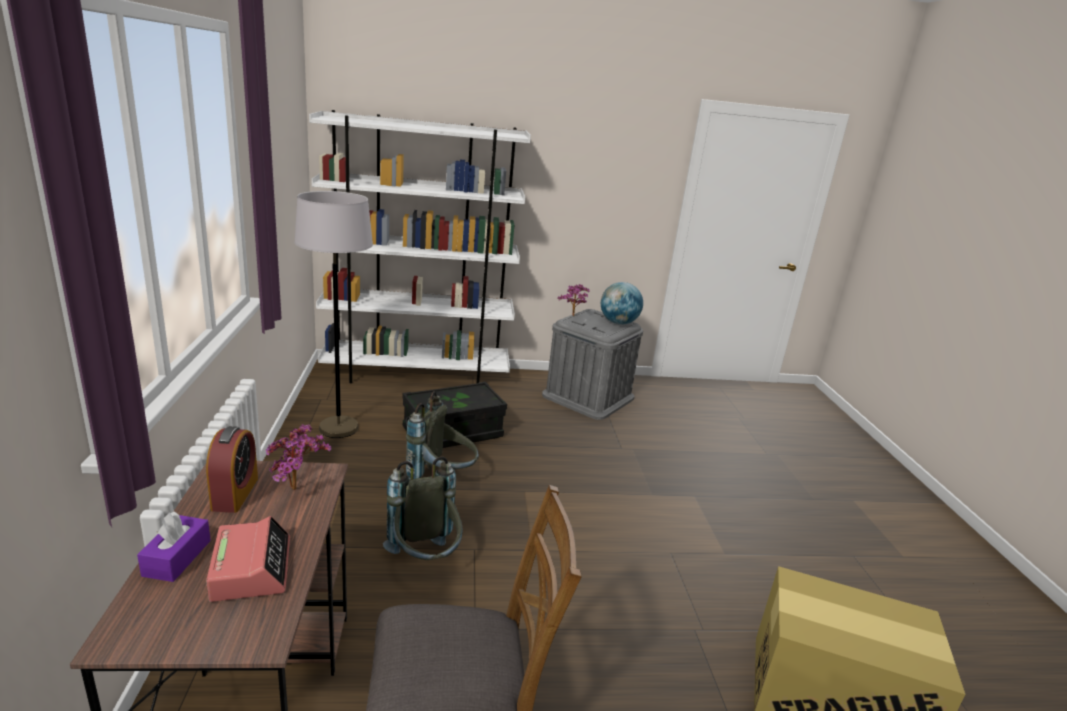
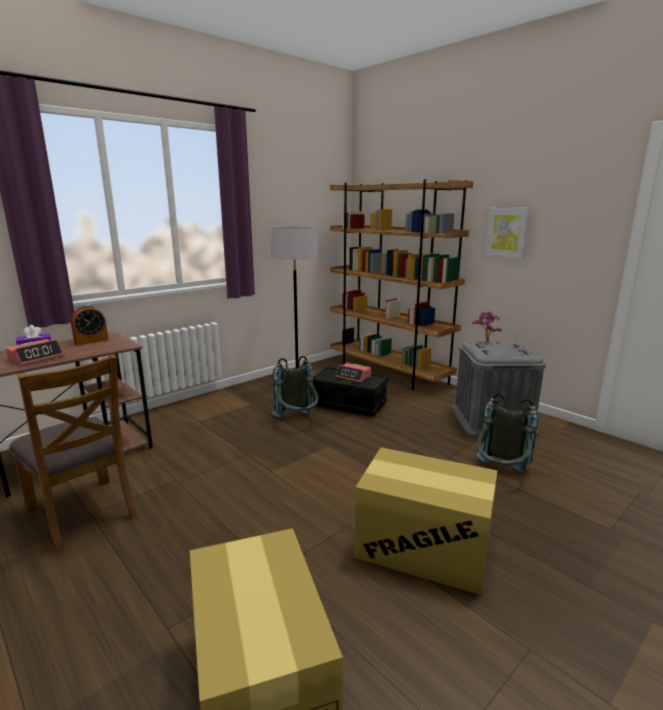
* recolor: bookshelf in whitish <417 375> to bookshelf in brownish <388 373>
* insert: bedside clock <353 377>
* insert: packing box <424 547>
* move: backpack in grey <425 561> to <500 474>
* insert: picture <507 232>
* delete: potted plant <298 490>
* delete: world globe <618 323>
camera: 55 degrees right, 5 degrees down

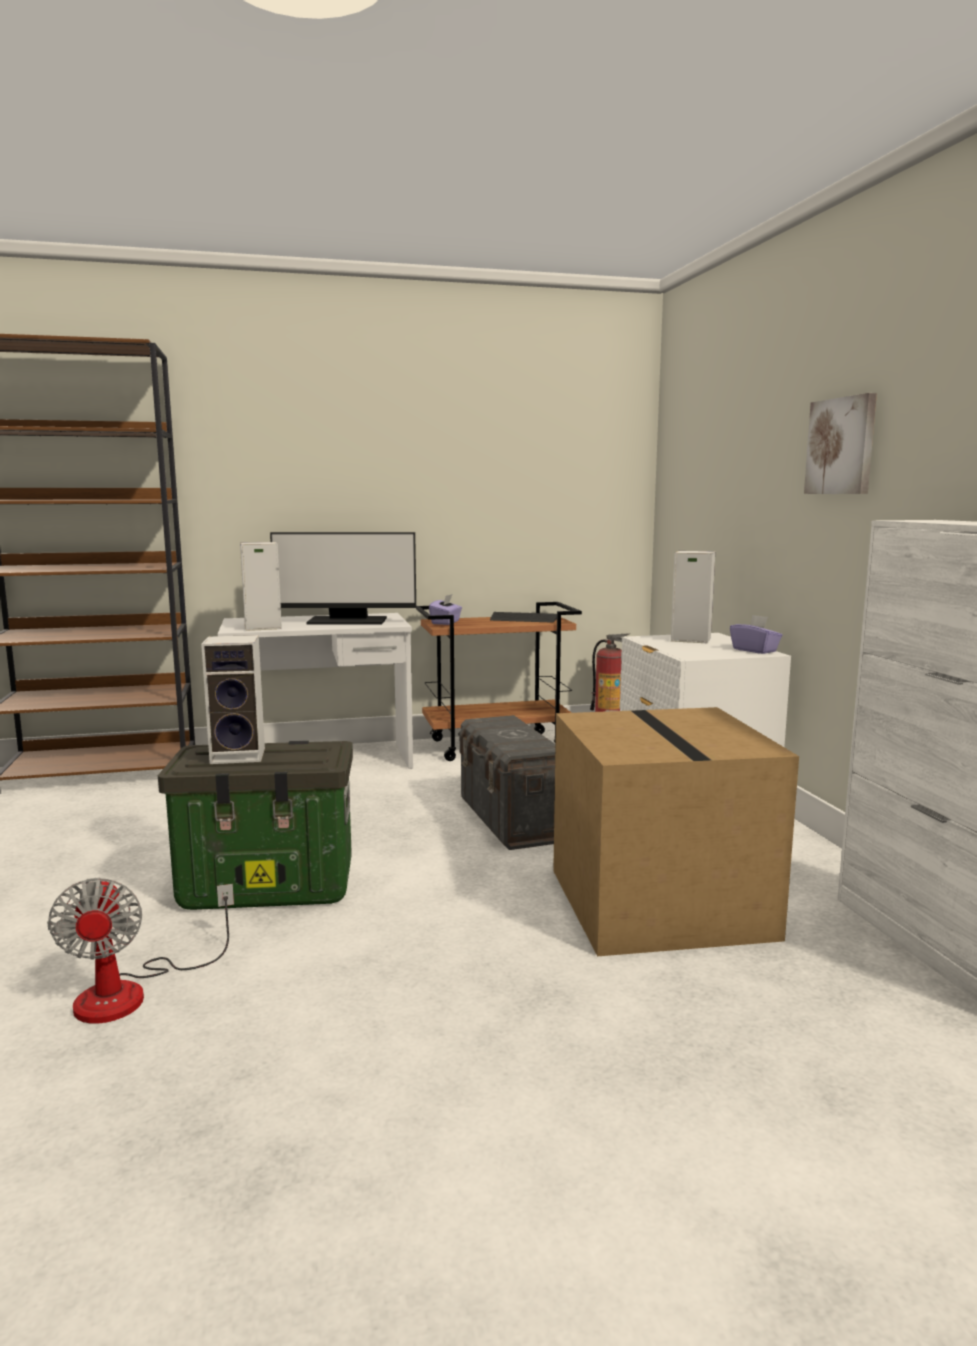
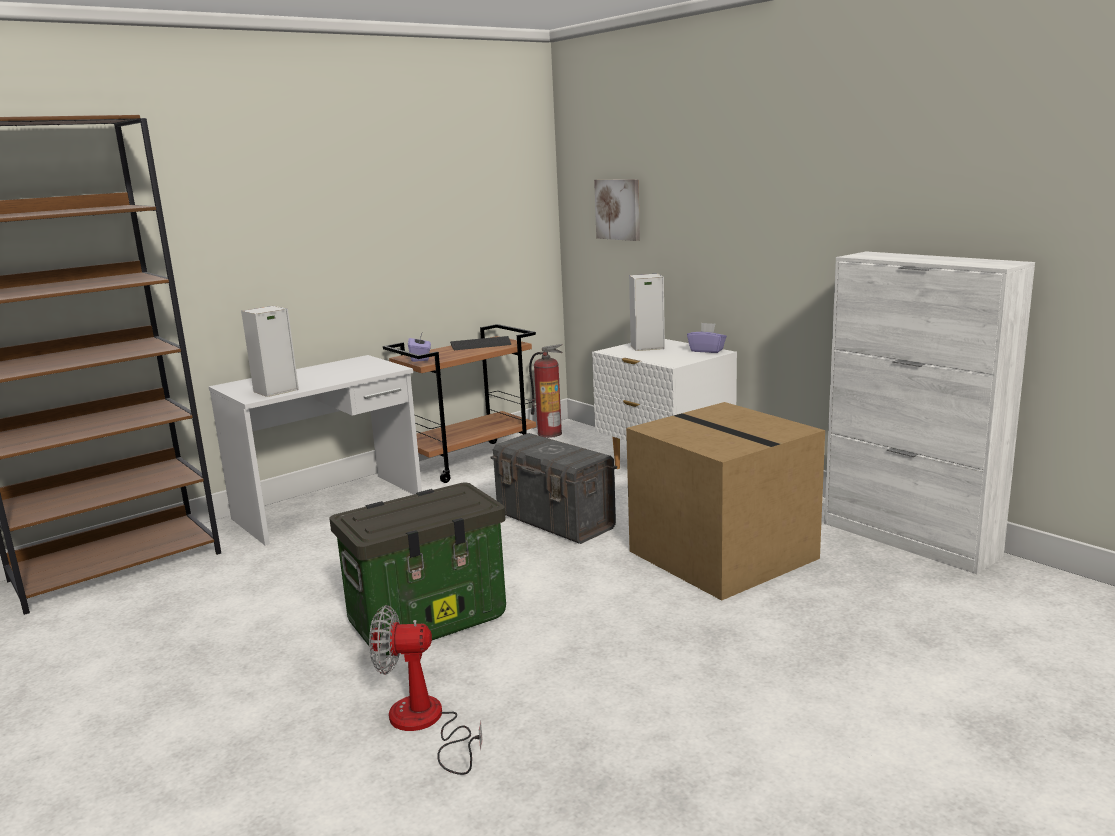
* rotate: cooling fan <132 991> = <425 724> 135 degrees clockwise
* move: picture <841 446> to <618 209>
* delete: audio speaker <240 755>
* delete: computer display <347 621>
camera: 25 degrees left, 5 degrees up

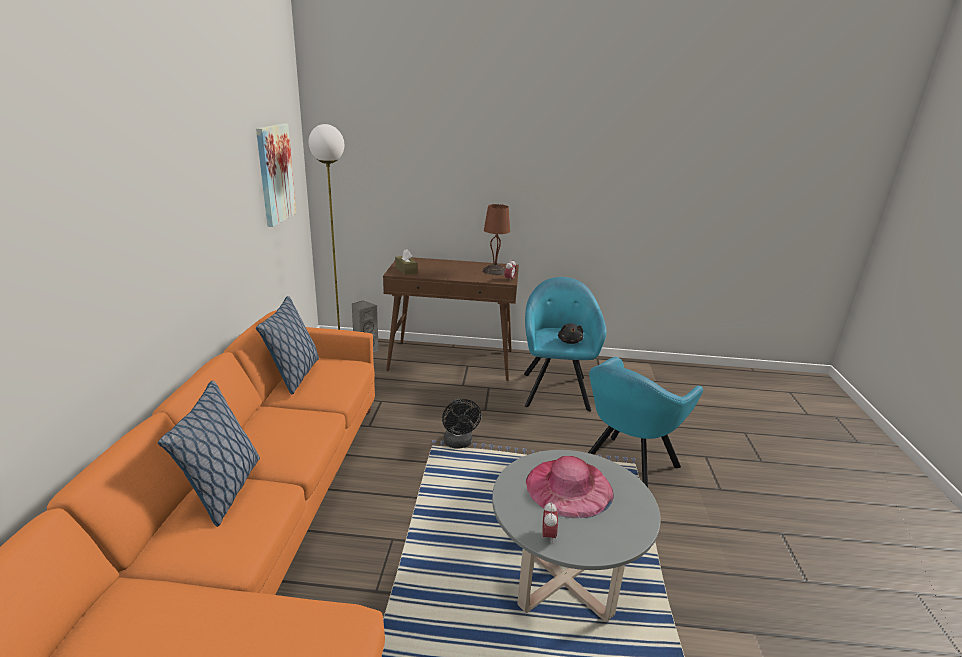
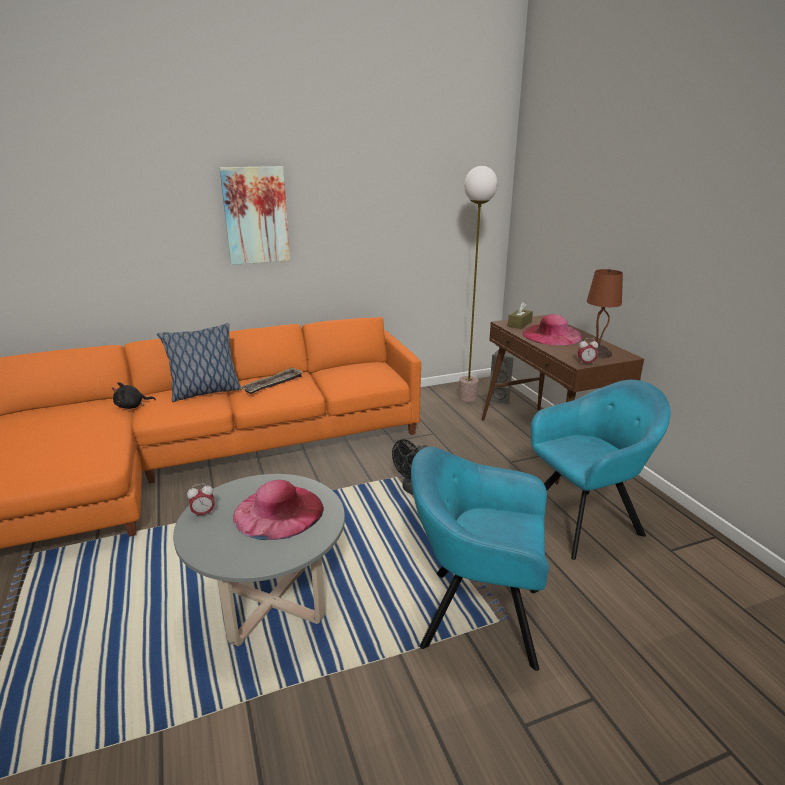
* move: plush toy in black-coloured <570 341> to <132 406>
* move: picture <275 174> to <256 215>
* insert: tray <273 384>
* insert: clothing hat in pinkish <552 335>
* delete: cushion <294 375>
camera: 65 degrees right, 0 degrees up

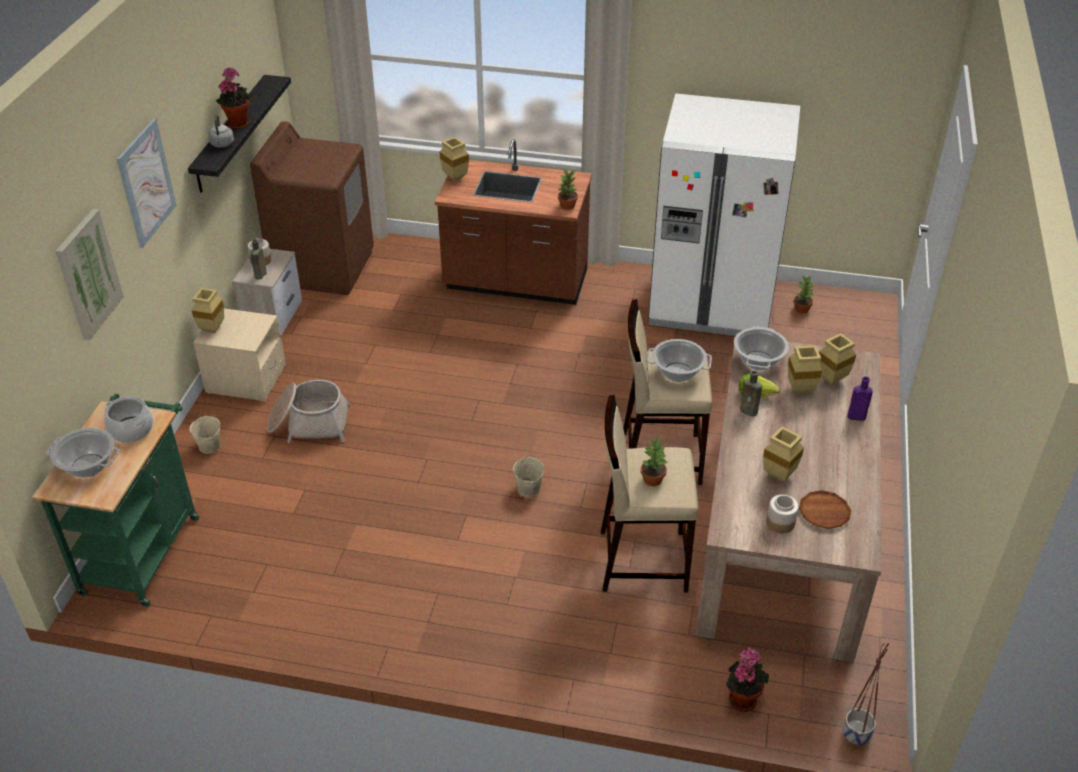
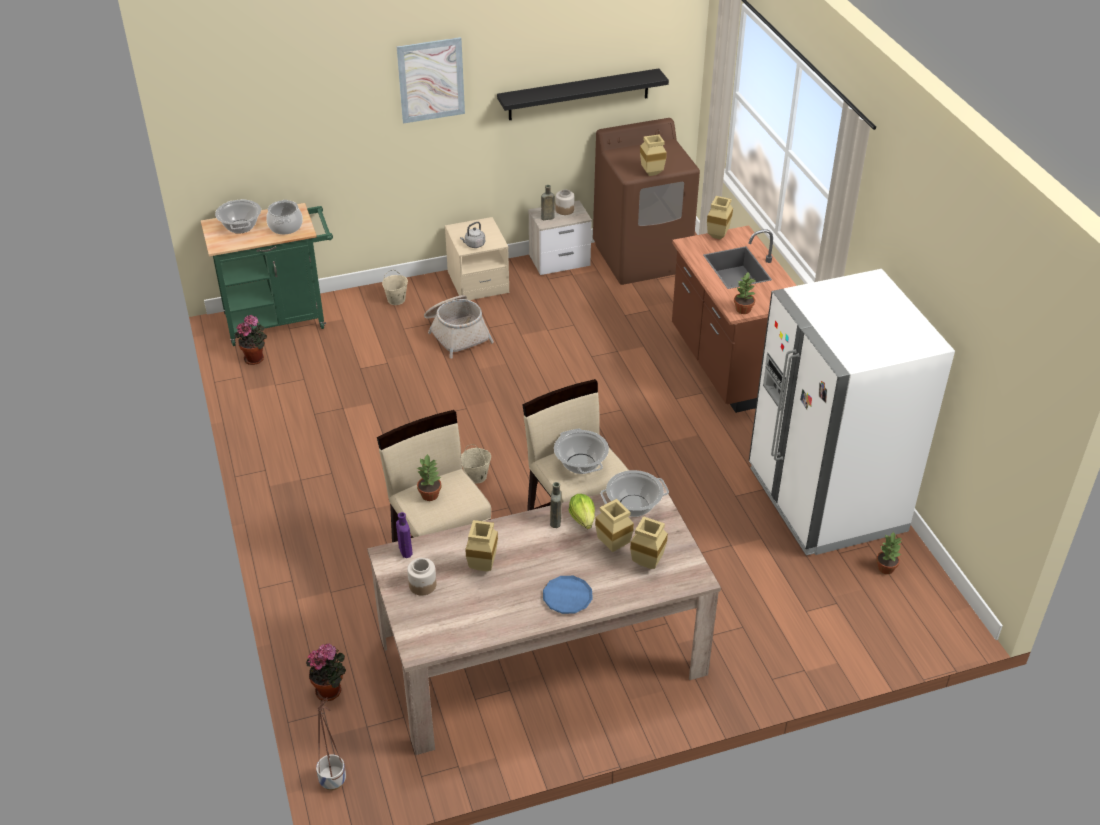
* move: potted plant <238 123> to <255 358>
* move: bottle in purple-coloured <855 416> to <405 550>
* move: kettle in grey <222 144> to <474 245>
* insert: plate in blue <567 597>
* move: flower vase in sand-coloured <212 328> to <652 173>
* delete: picture <88 274>
* delete: plate in brownish <824 512>
camera: 60 degrees right, 0 degrees up

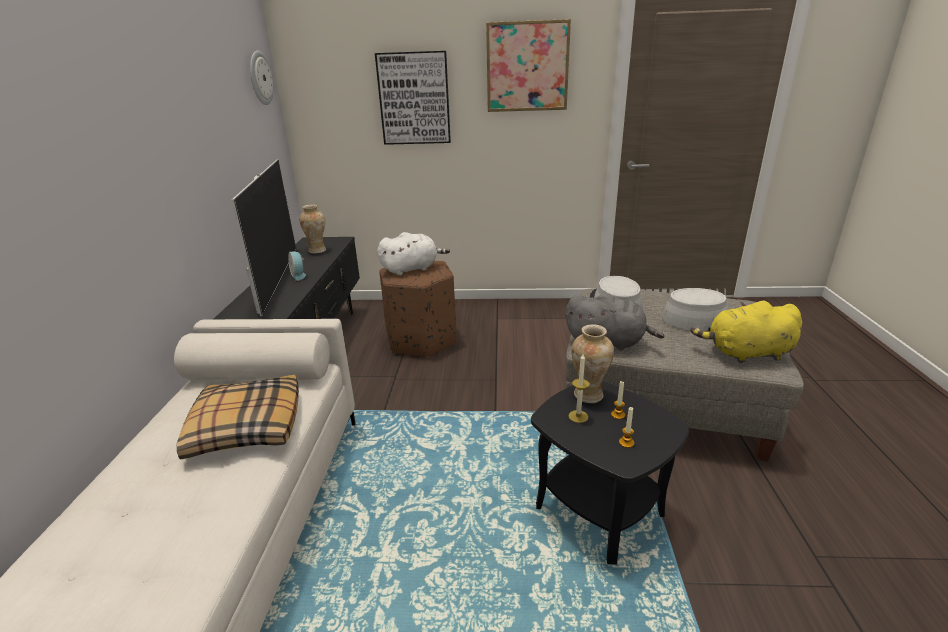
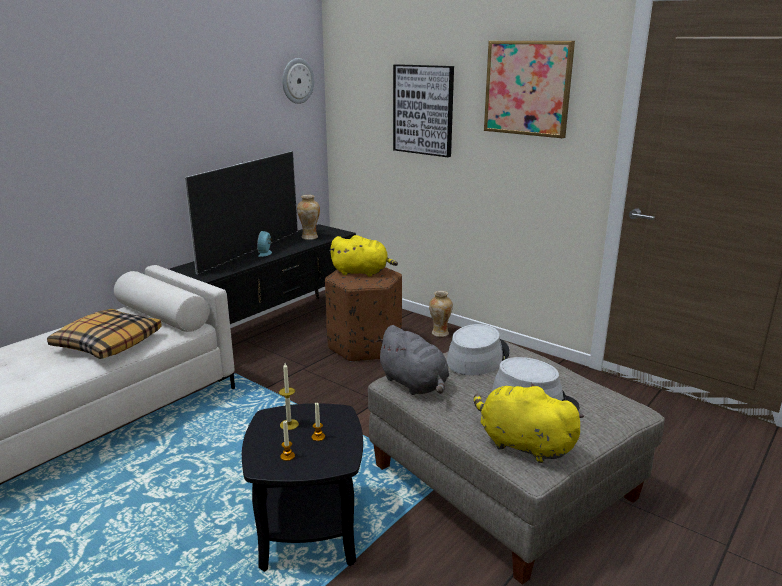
* recolor: plush toy in whitish <412 269> to plush toy in yellowish <362 272>
* move: flower vase <588 395> to <439 333>
camera: 35 degrees right, 5 degrees down

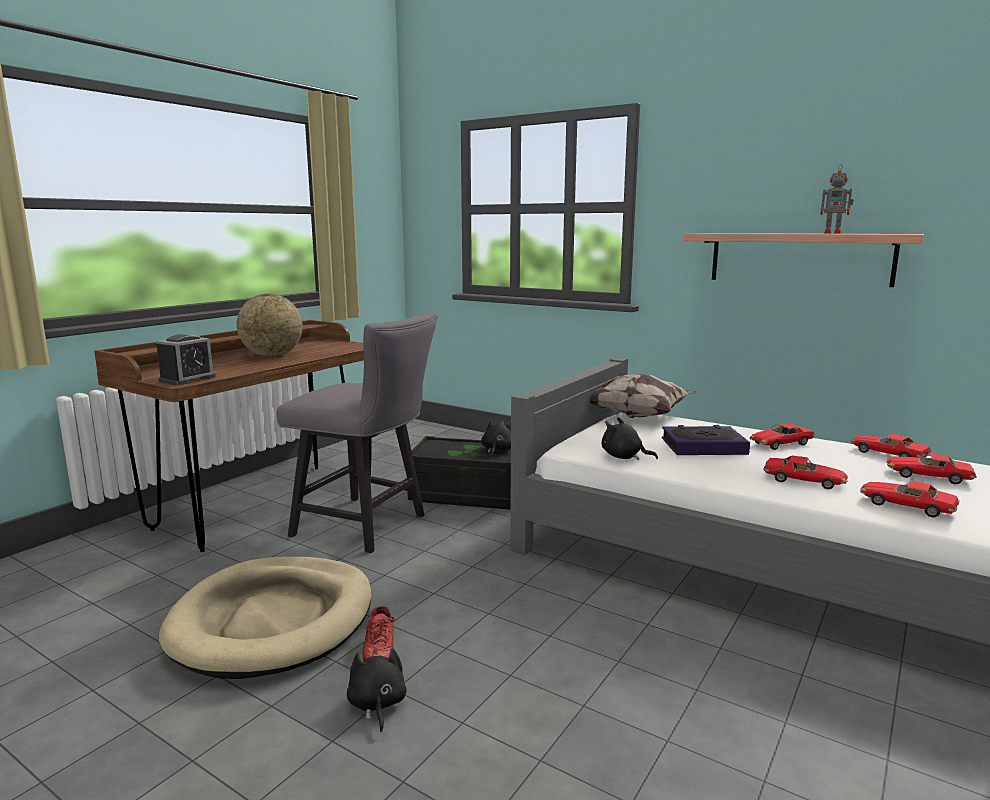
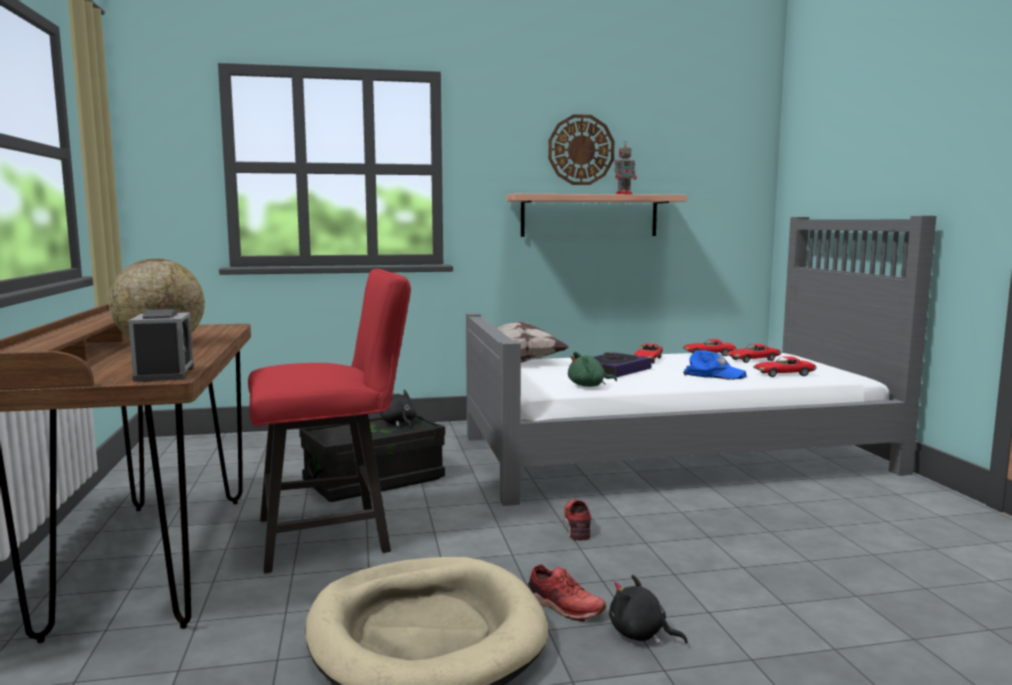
* recolor: chair in grey <368 526> to chair in red <335 535>
* insert: hanging clock <581 150>
* insert: item of footwear in red <578 526>
* recolor: plush toy in black-coloured <624 457> to plush toy in green <589 386>
* replace: model car <804 481> to baseball cap in blue <714 374>
camera: 45 degrees left, 5 degrees down

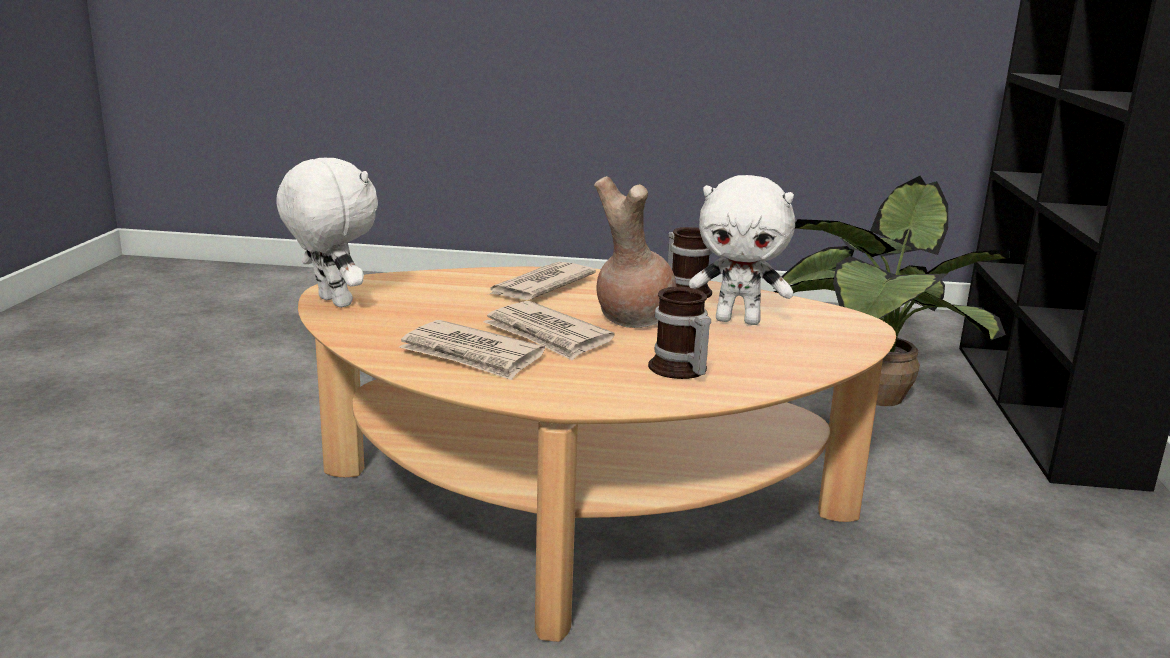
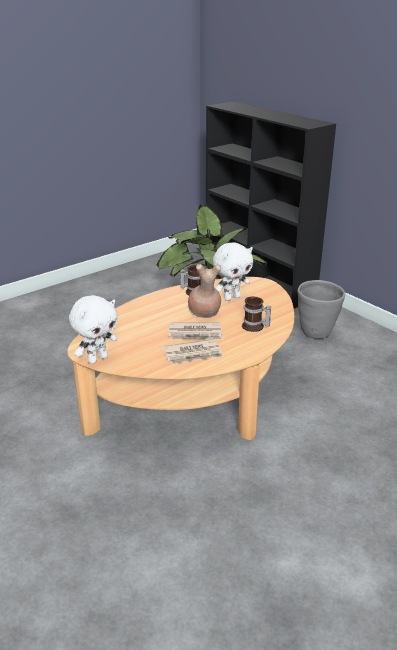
* rotate: plush toy in whitish <332 302> = <97 359> 135 degrees clockwise
* insert: planter in grey <316 333>
* delete: daily paper <539 286>
camera: 45 degrees left, 10 degrees up

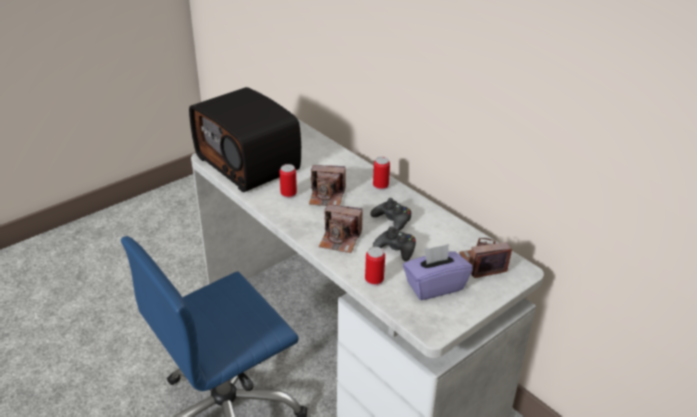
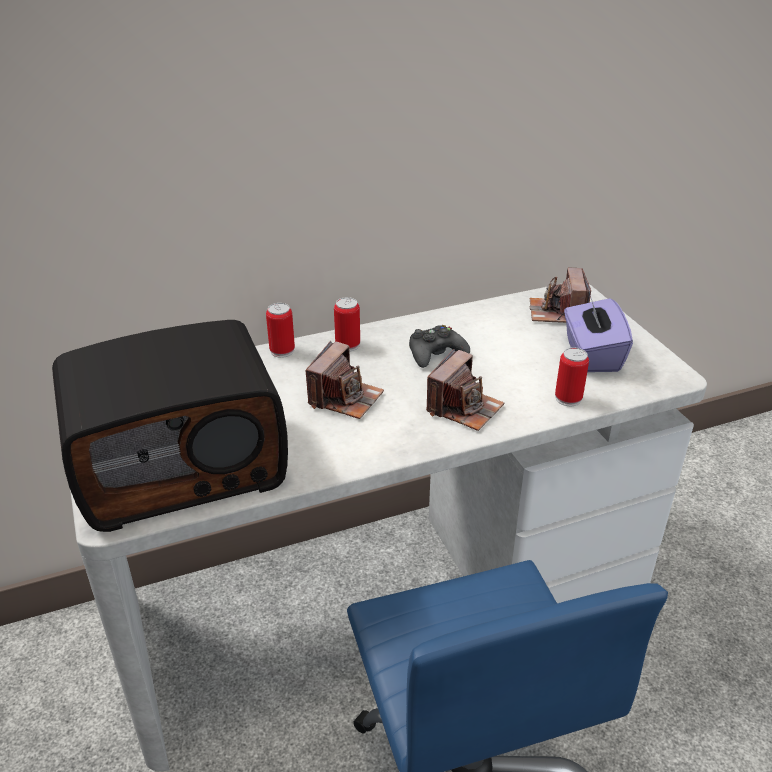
* move: metal can <288 194> to <282 351>
* delete: gamepad in black-coloured <396 249>
camera: 70 degrees left, 0 degrees up

